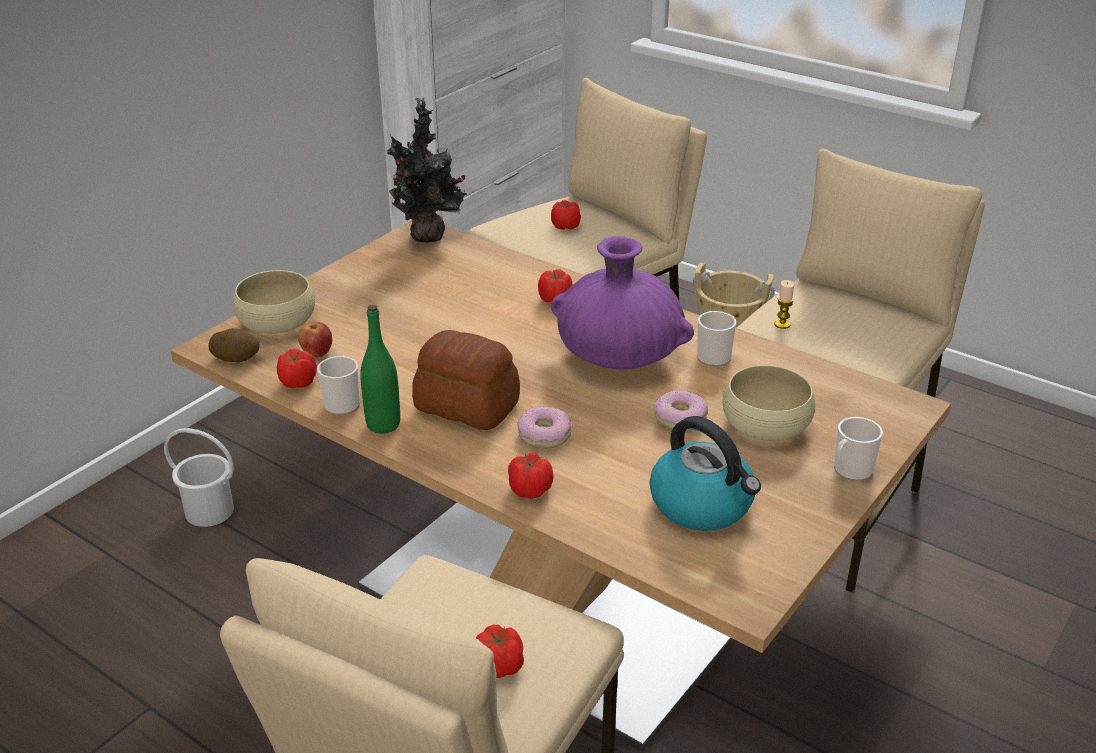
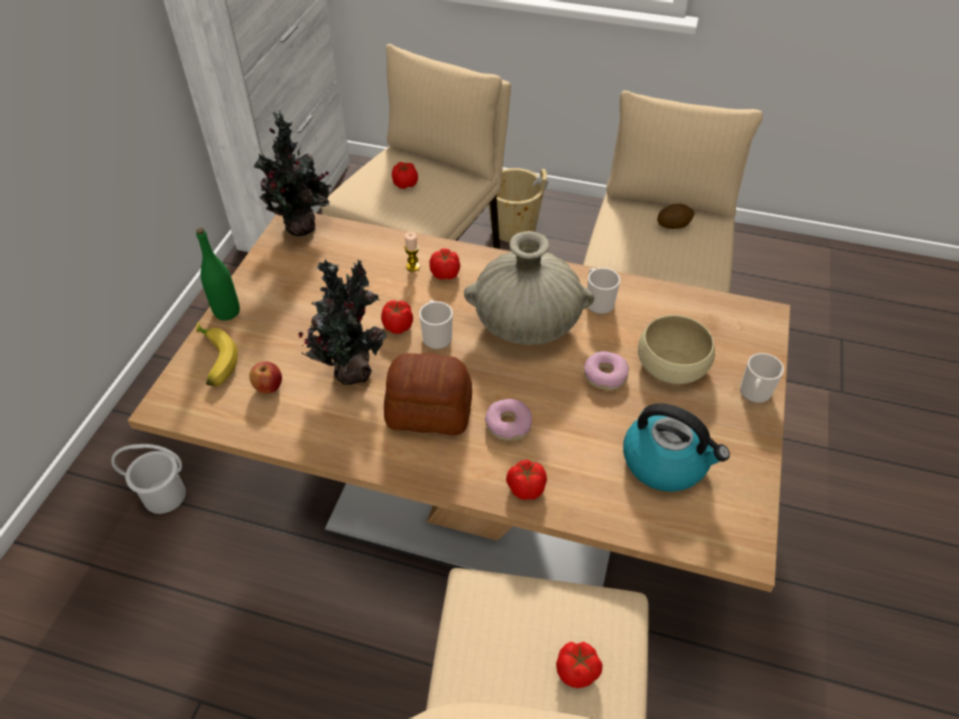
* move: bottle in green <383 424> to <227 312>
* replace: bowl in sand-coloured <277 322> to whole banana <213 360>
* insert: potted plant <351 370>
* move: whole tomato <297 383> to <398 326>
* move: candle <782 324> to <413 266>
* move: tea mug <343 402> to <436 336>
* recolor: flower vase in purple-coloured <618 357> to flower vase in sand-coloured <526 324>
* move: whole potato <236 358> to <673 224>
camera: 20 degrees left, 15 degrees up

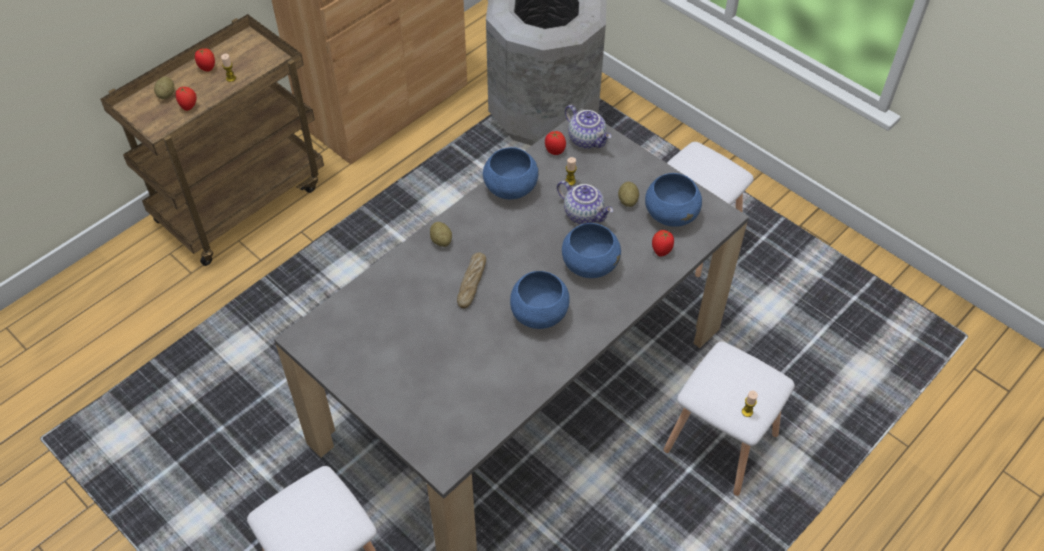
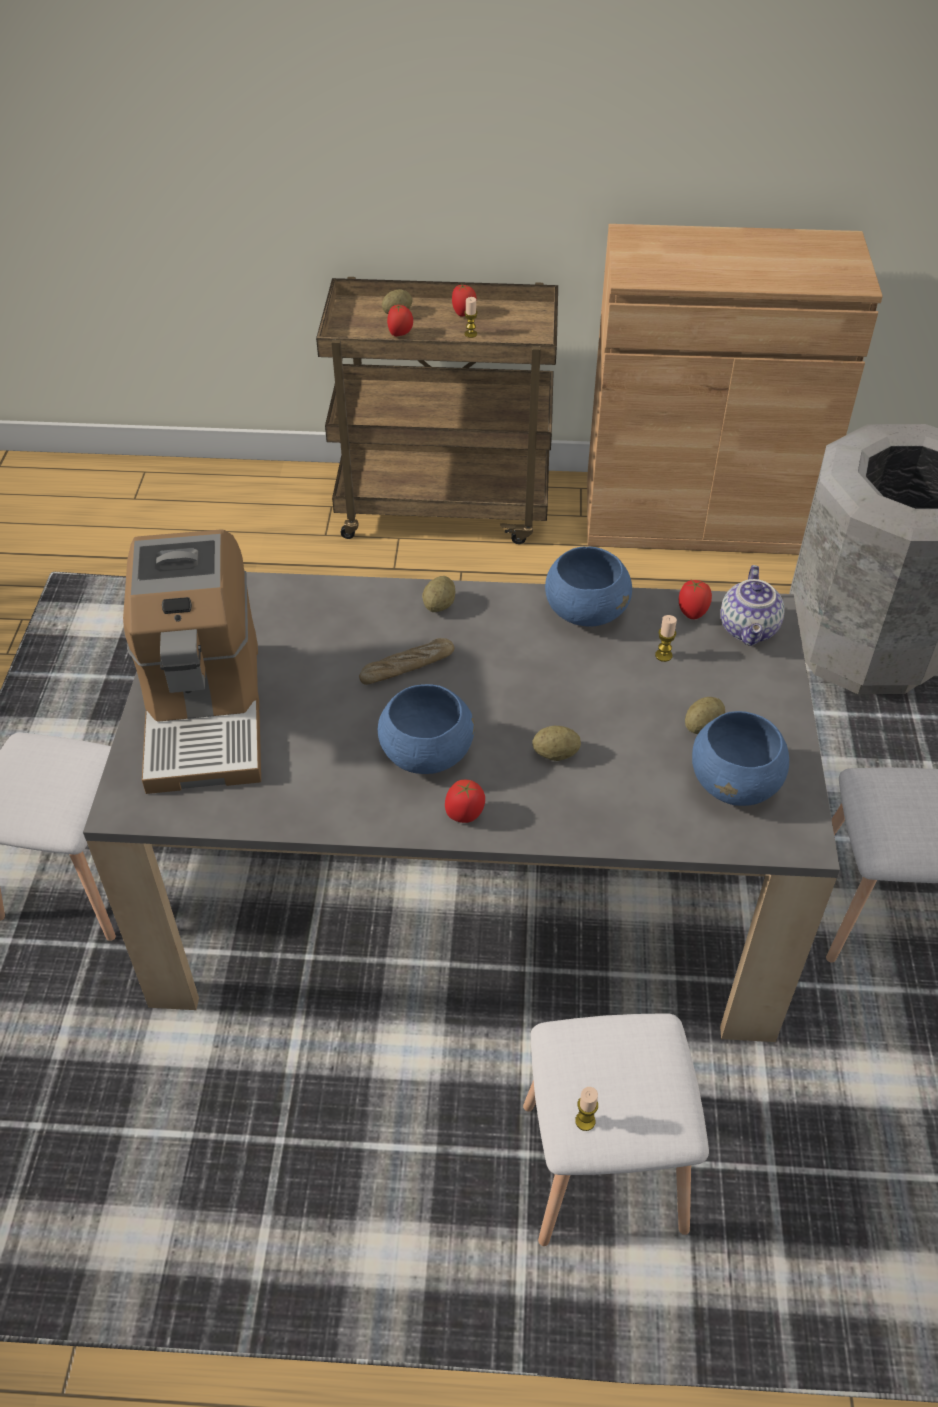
* insert: coffee machine <205 711>
* move: whole tomato <661 250> to <465 815>
* replace: bowl in blue <589 265> to whole potato <555 754>
* delete: pot for tea <584 214>
camera: 50 degrees right, 5 degrees down

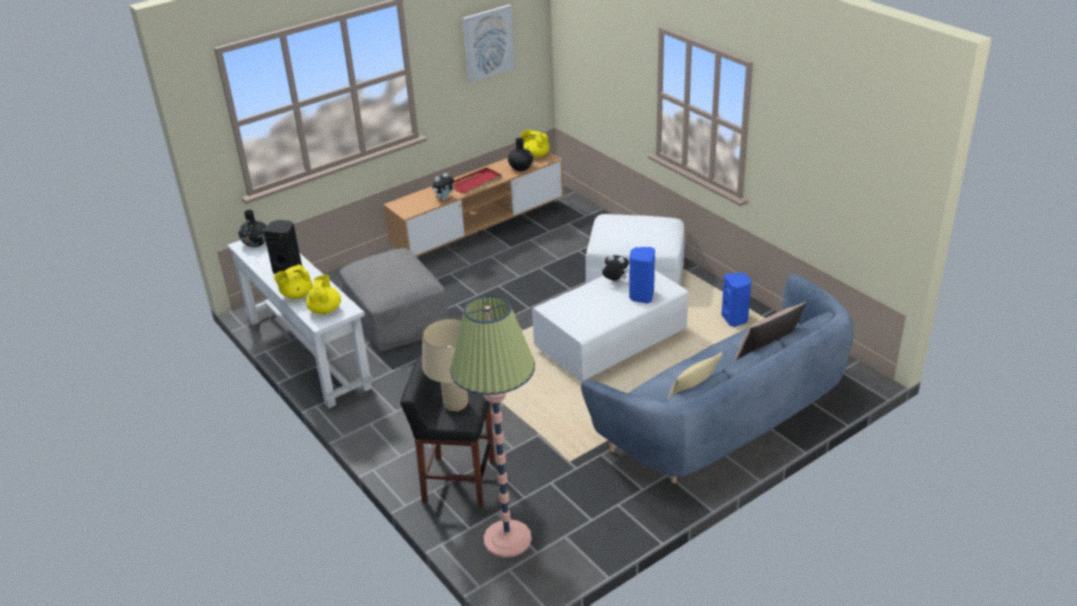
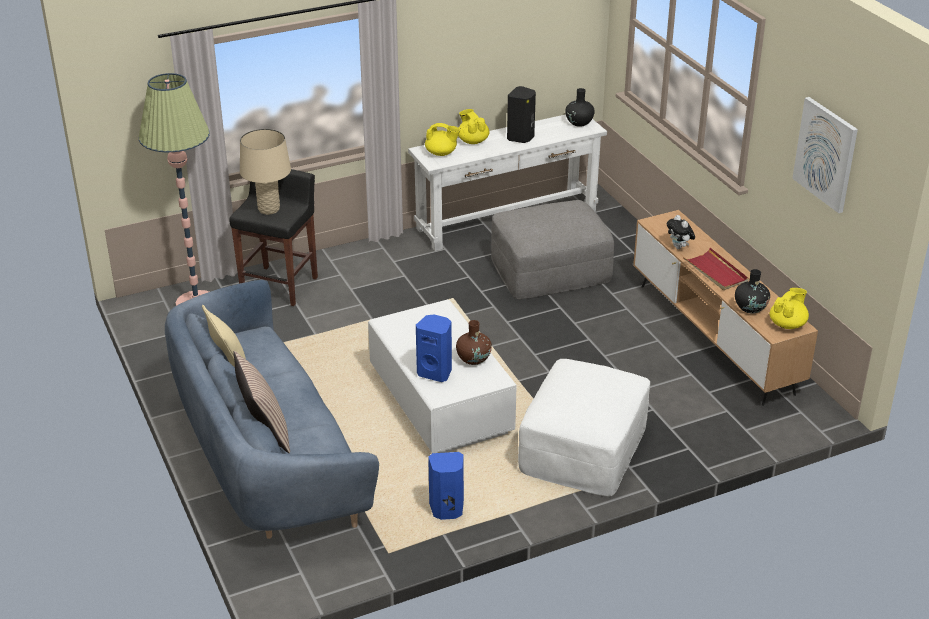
* replace: plush toy <615 282> to flower vase in brownish <473 359>
camera: 100 degrees right, 0 degrees up

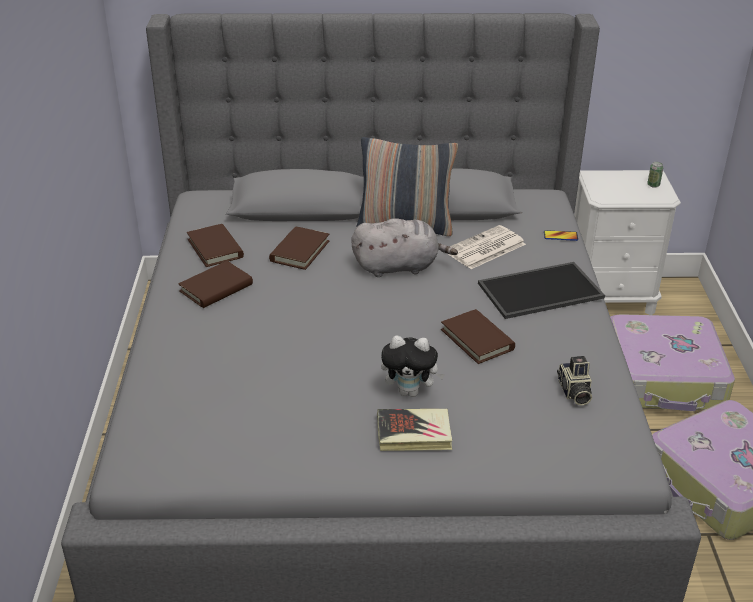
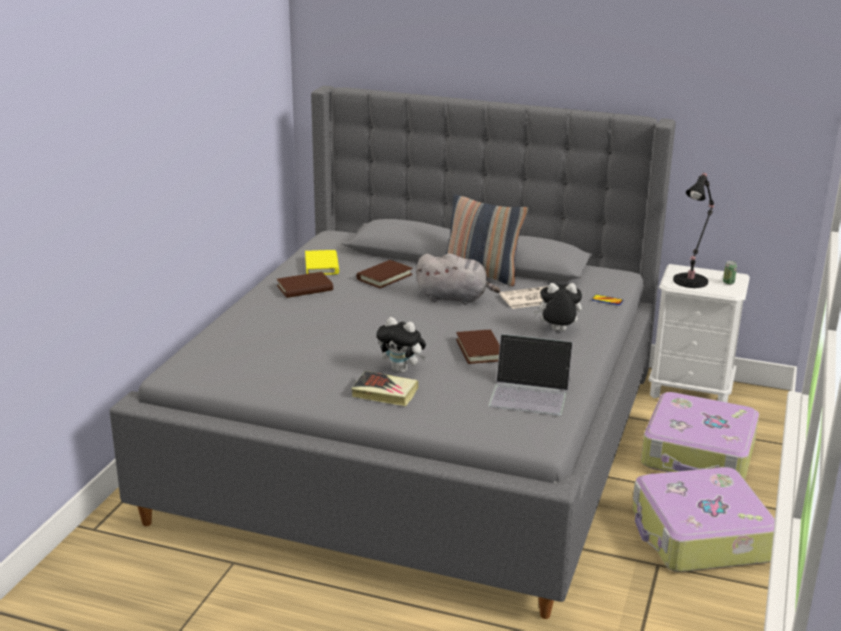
* recolor: book in brownish <215 248> to book in yellowish <322 265>
* replace: photo camera <573 392> to laptop <530 393>
* replace: tray <540 292> to plush toy <557 331>
* insert: tabletop lamp in black-coloured <692 280>
camera: 20 degrees right, 10 degrees down

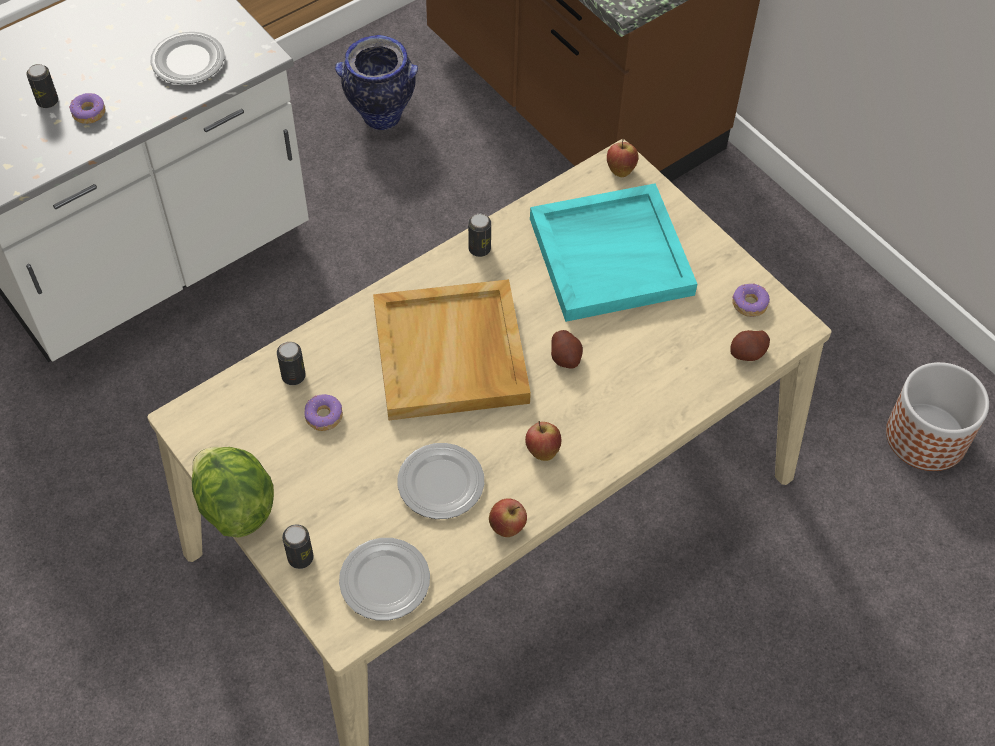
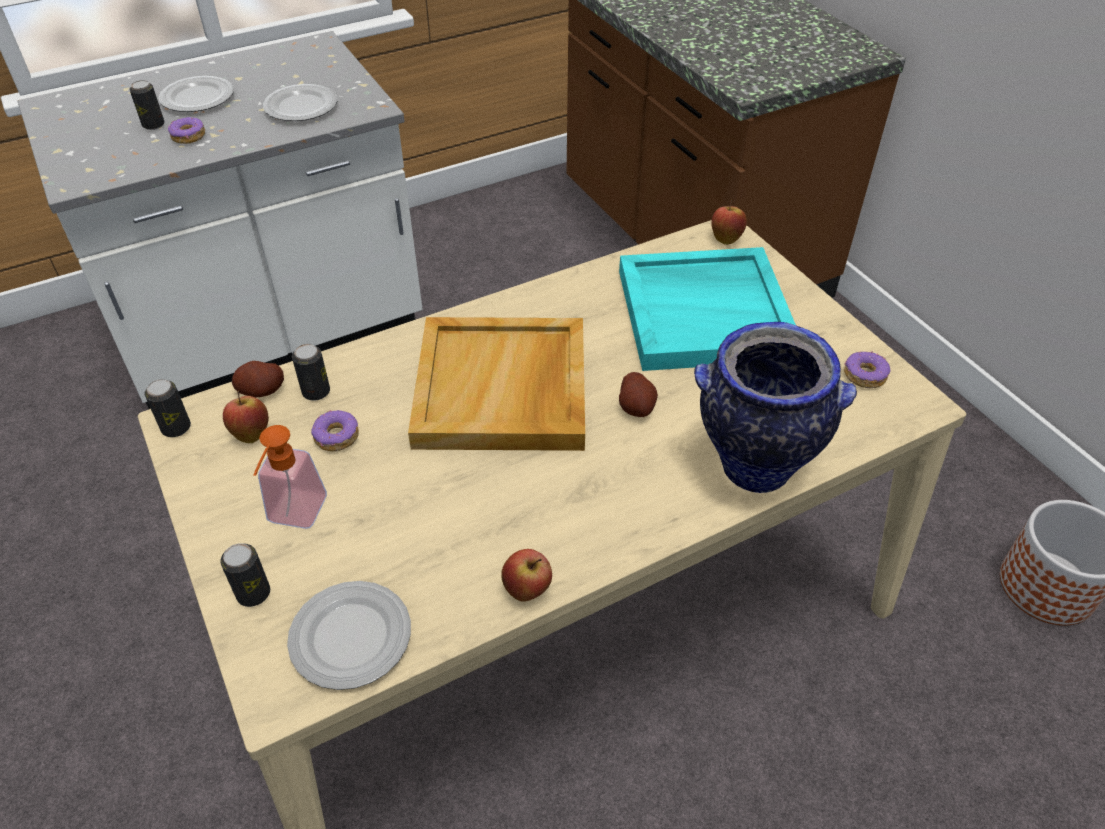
* move: metal can <479 249> to <176 428>
* move: plate <441 484> to <198 99>
* move: apple <542 450> to <251 433>
* move: whole potato <747 353> to <261 390>
* insert: soap dispenser <293 517>
* move: flower vase <380 118> to <753 469>
* delete: lettuce <235 505>
camera: 10 degrees right, 10 degrees down

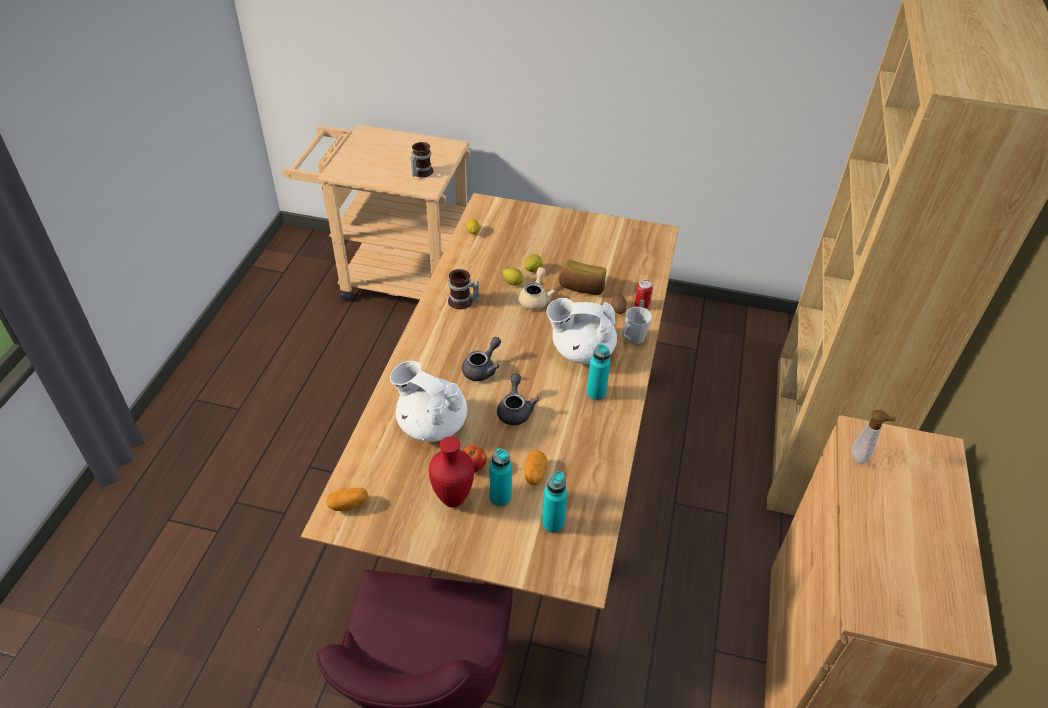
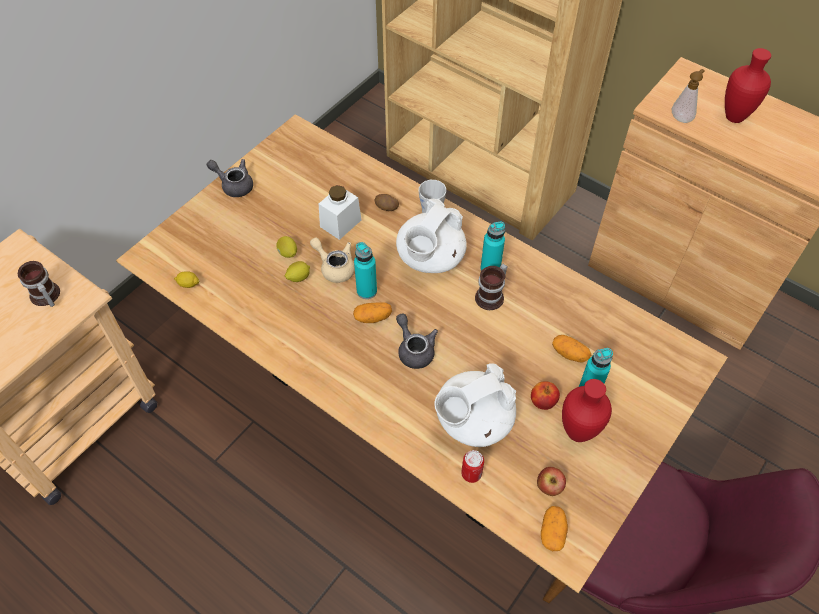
* move: pot for tea in grey <515 410> to <234 185>
* replace: bakery bread <582 288> to jar in whitish <340 223>
* insert: whole potato <373 317>
* move: bottle in blue-green <553 523> to <366 291>
* move: metal can <642 305> to <471 474>
* move: tea mug <462 302> to <492 297>
* insert: apple <549 487>
* insert: flower vase in red <733 117>
camera: 65 degrees left, 10 degrees up

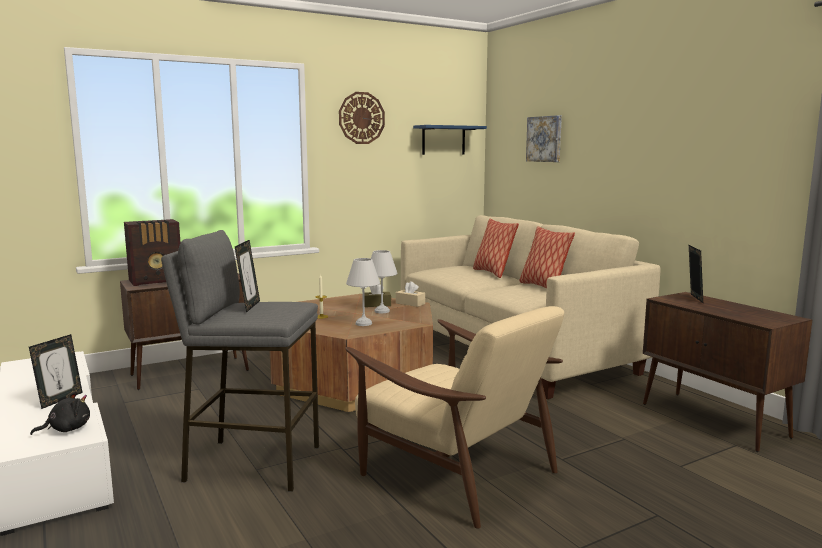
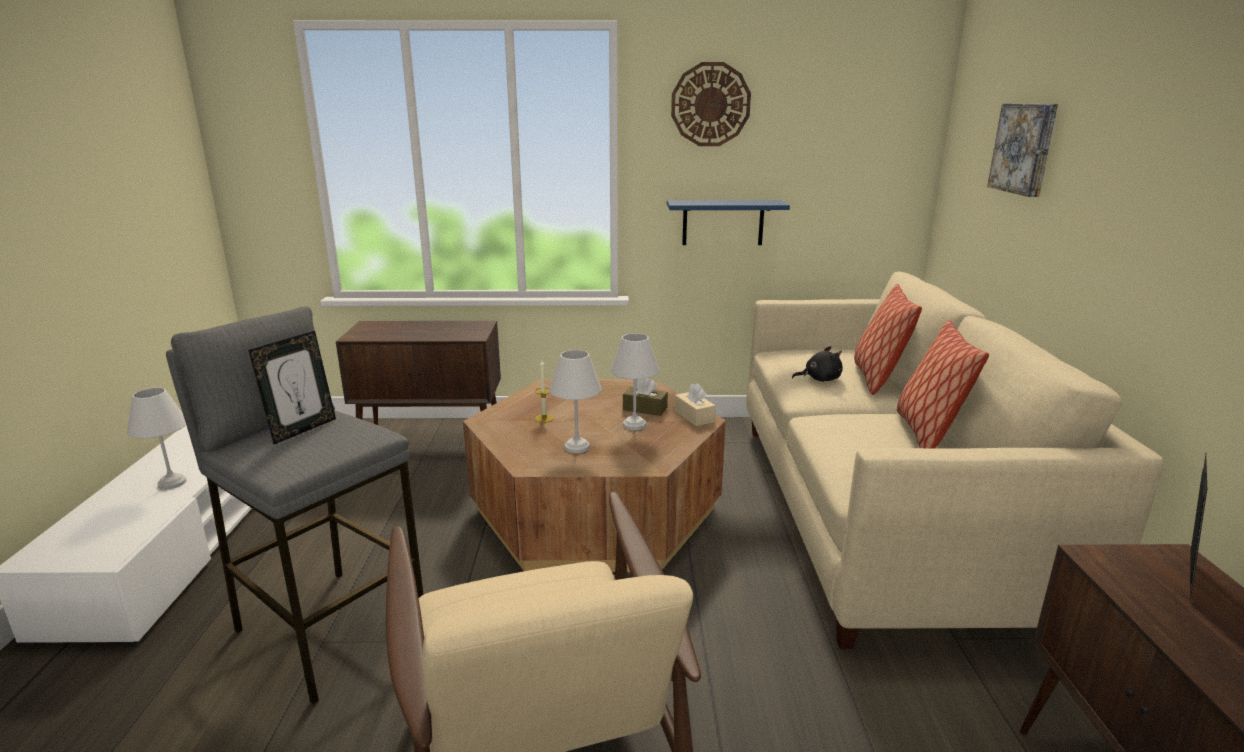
* replace: photo frame <60 400> to tabletop lamp in whitish <173 482>
* move: bracket shelf in blue <443 140> to <723 222>
* move: plush toy in black-coloured <66 429> to <819 379>
* delete: radio set <157 281>
camera: 30 degrees right, 10 degrees up

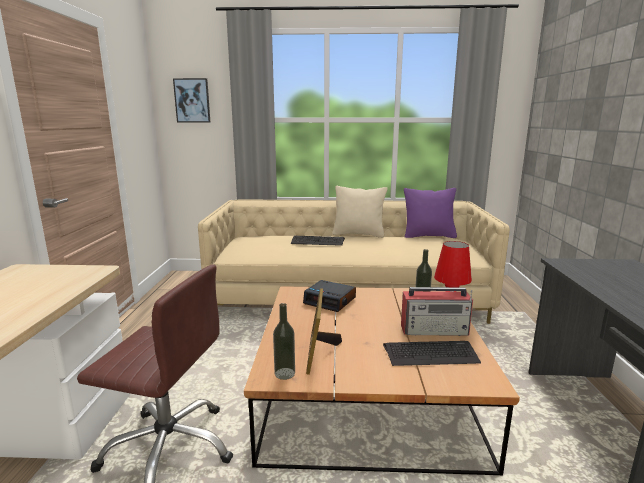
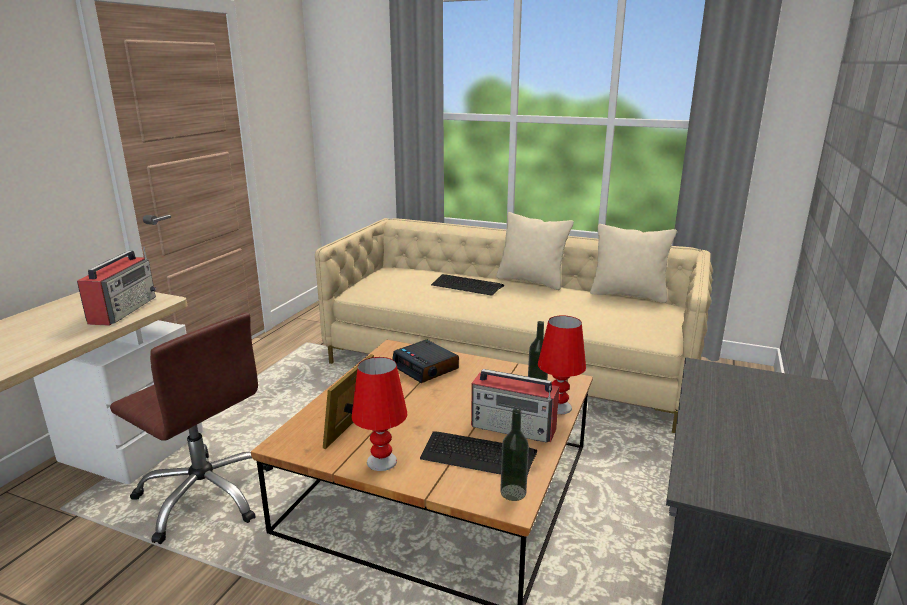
* insert: radio set <124 309>
* insert: tabletop lamp in red <382 461>
* move: bottle <284 373> to <513 492>
* recolor: cushion in purple-coloured <428 236> to cushion in sand-coloured <628 295>
* delete: picture <192 100>
camera: 20 degrees right, 5 degrees up

